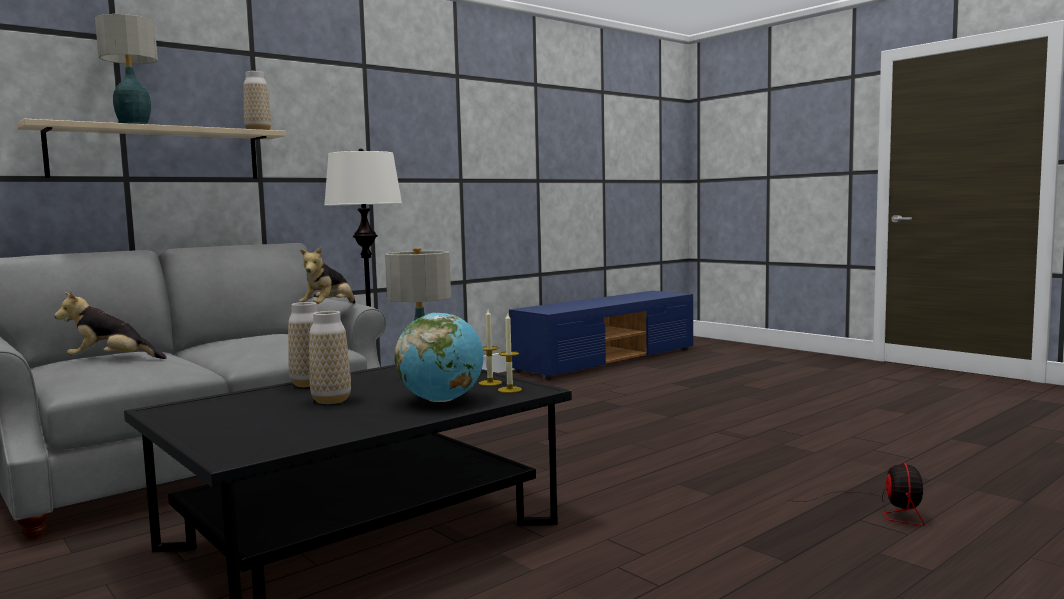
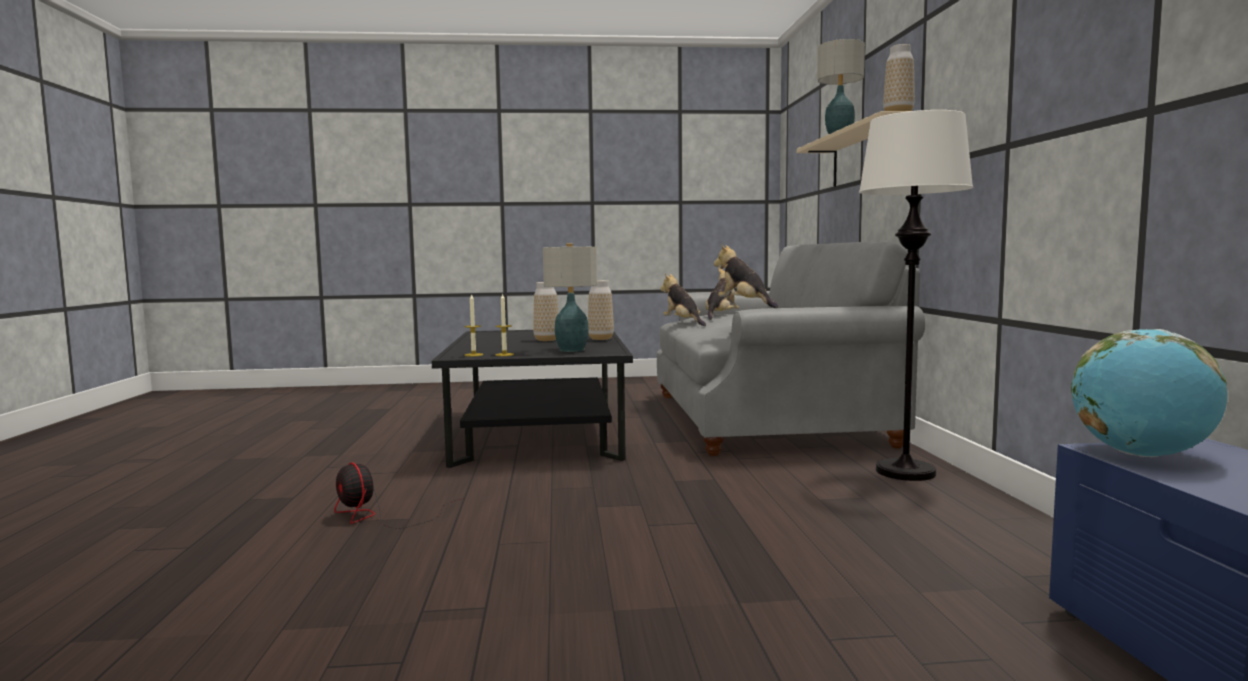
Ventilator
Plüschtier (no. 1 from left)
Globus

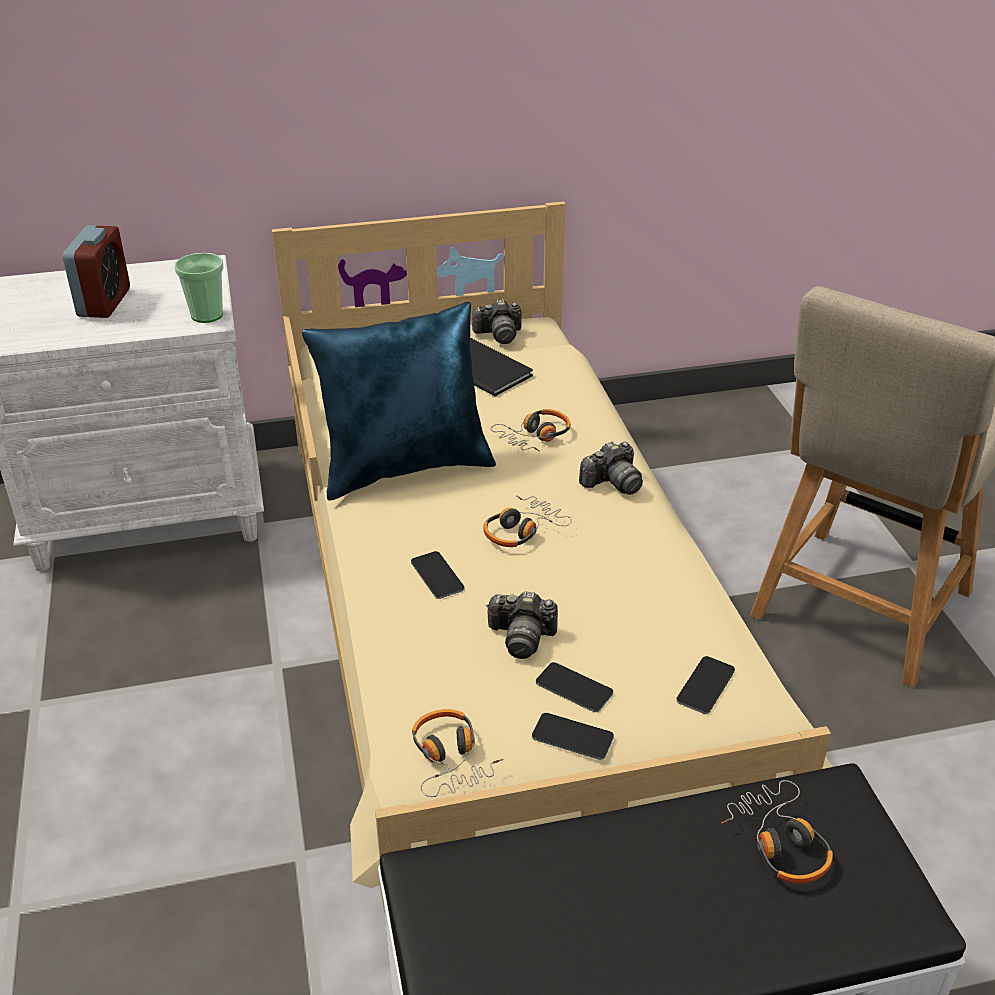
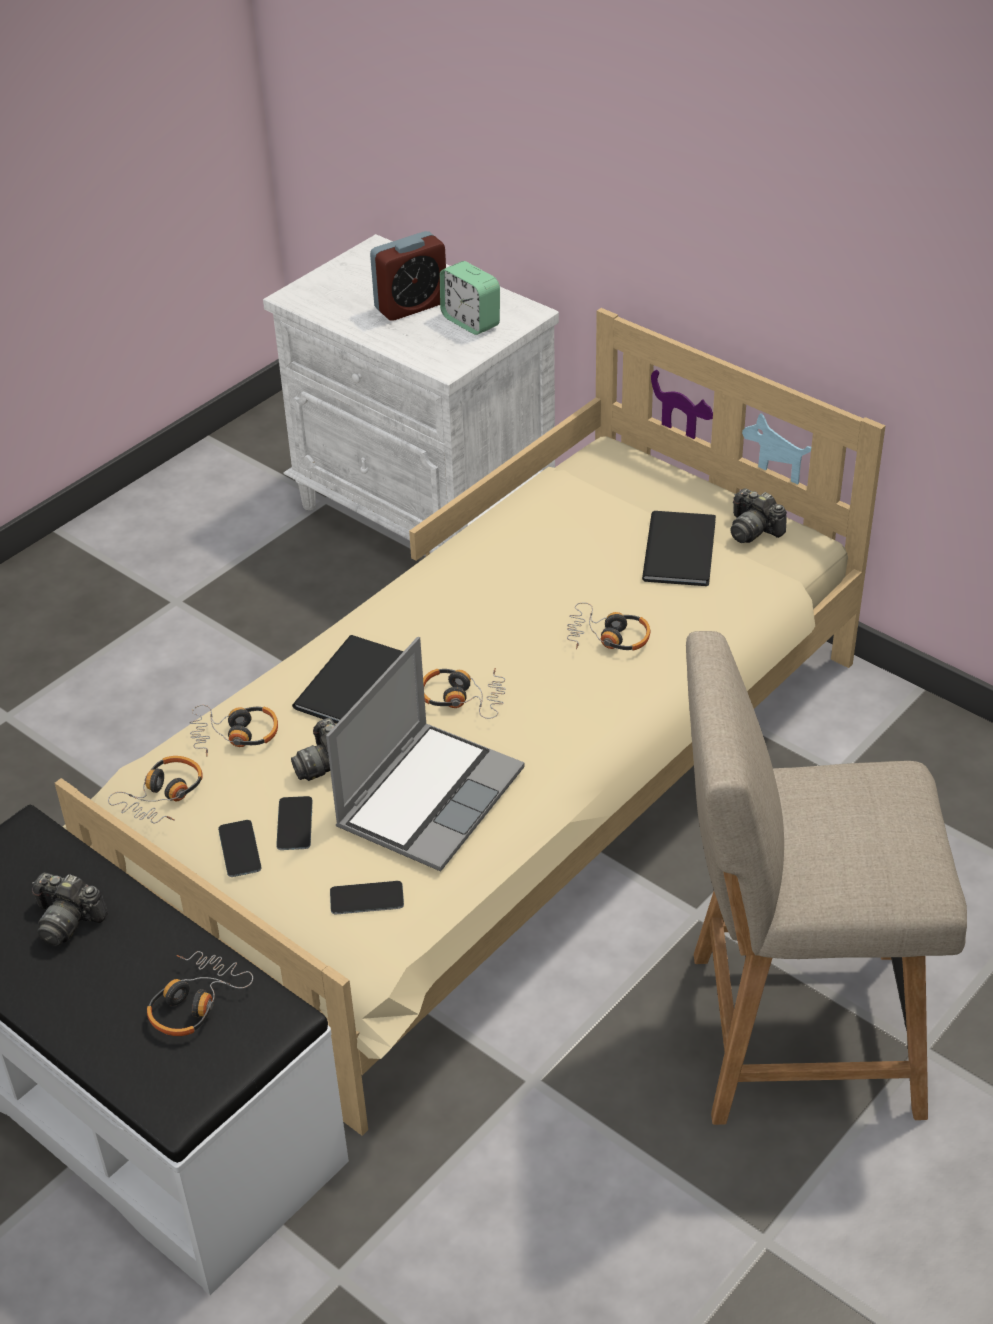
Kamera (no. 1 from left)
Kopfhörer (no. 3 from left)
Buch/schwarz (no. 1 from left)
Laptop
Wecker (no. 2 from left)
Tasse
Kissen/blau

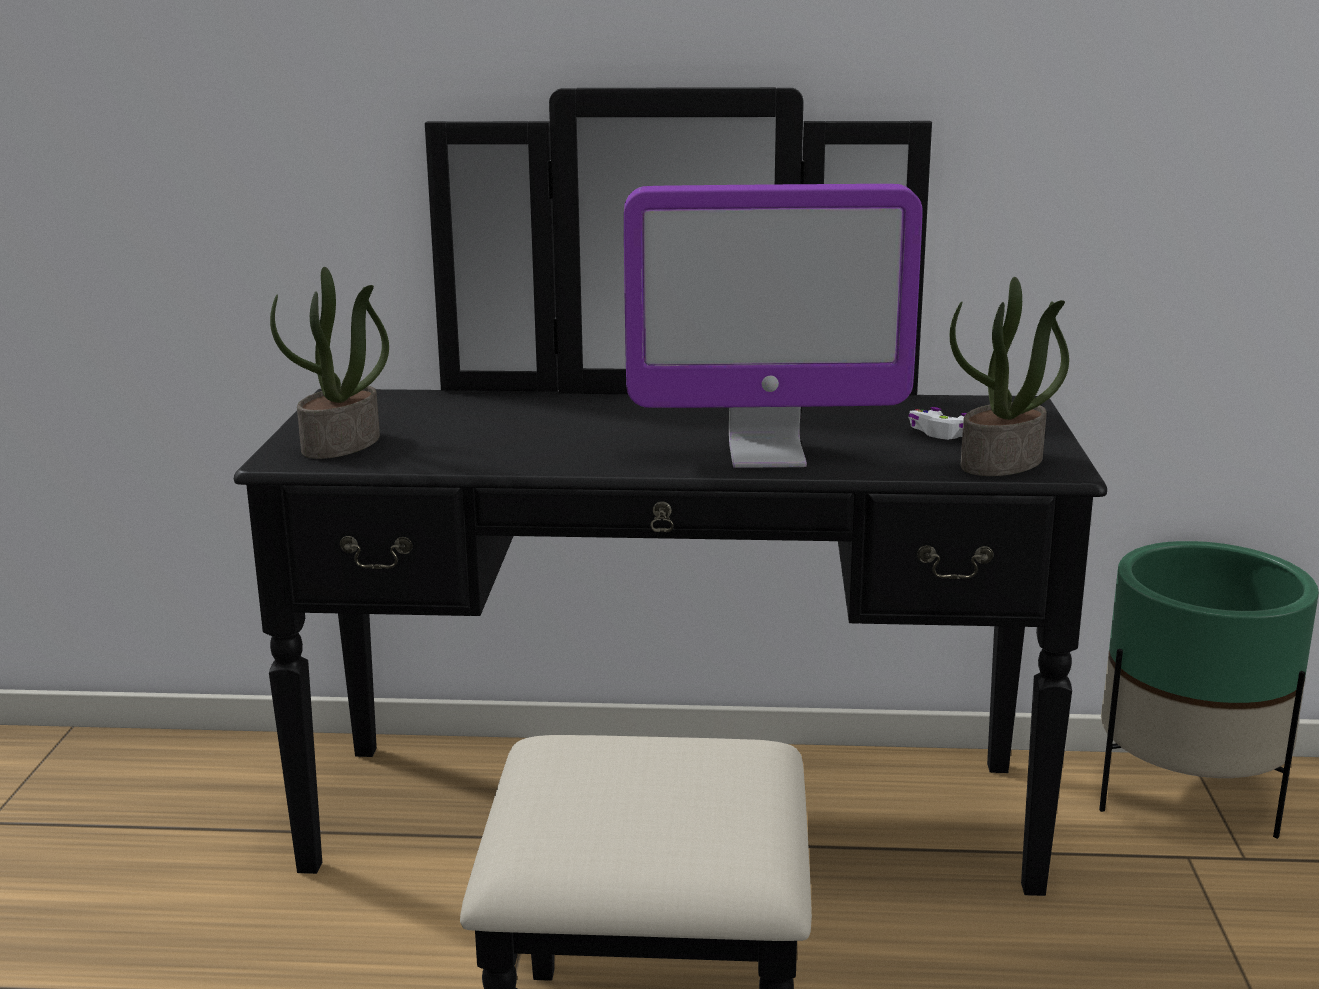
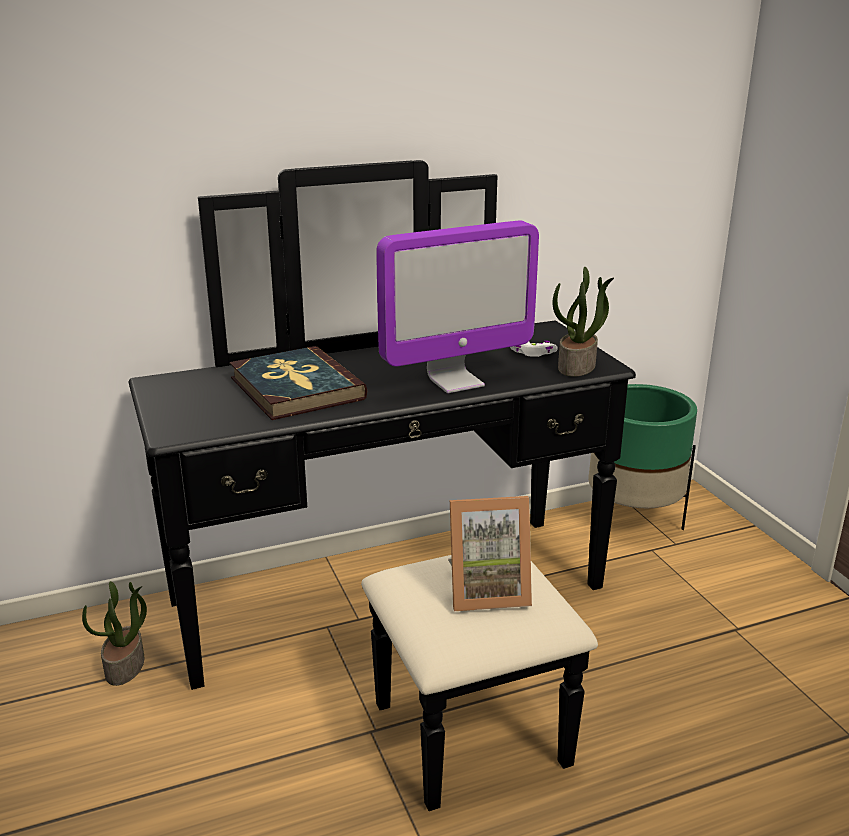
Topfpflanze (no. 1 from left)
Buch
Bilderrahmen

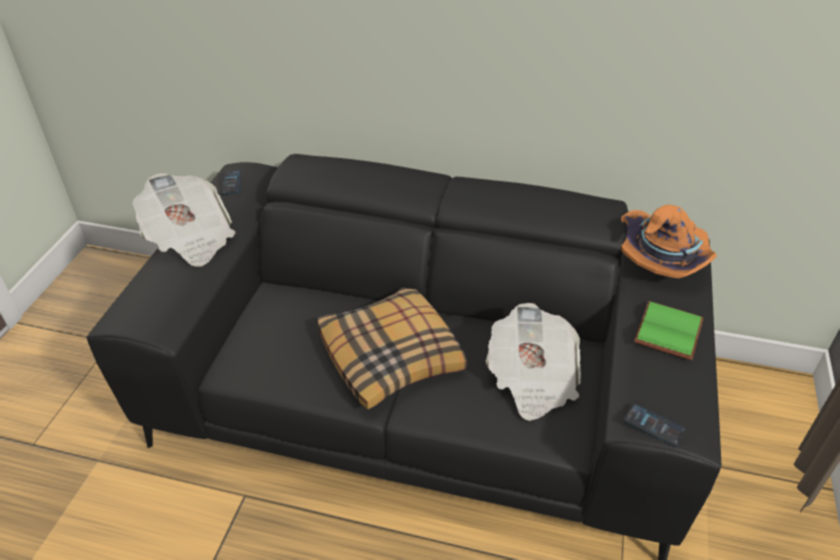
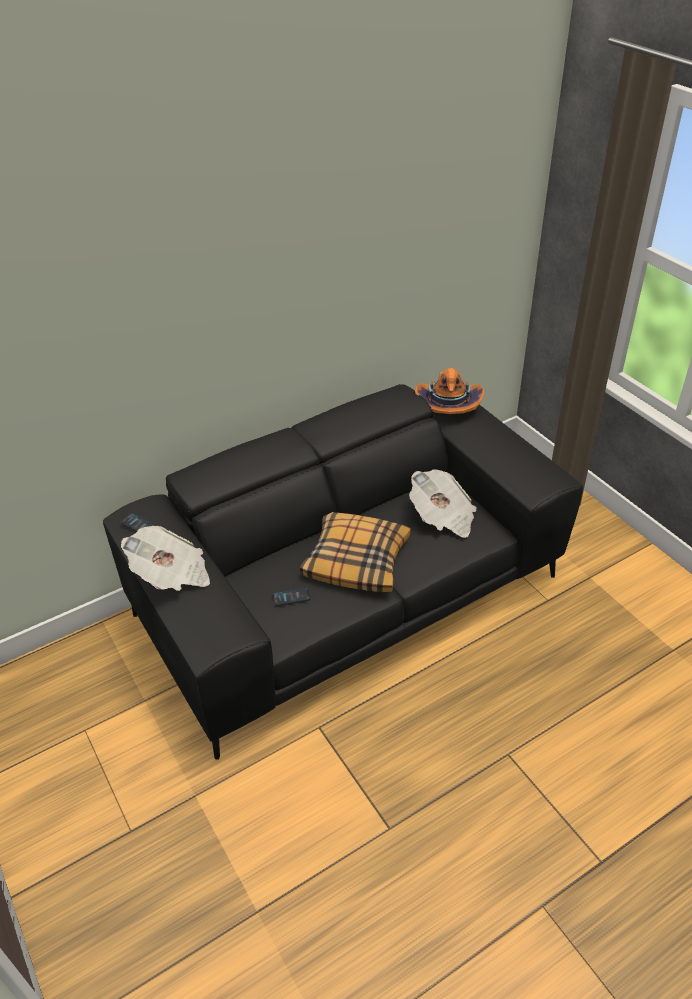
Handy (no. 2 from left)
Buch/grün

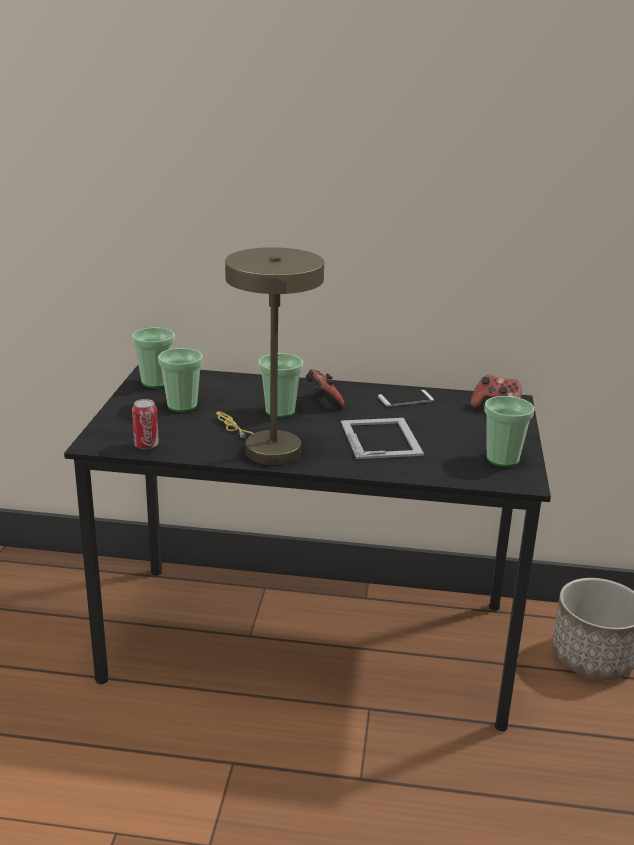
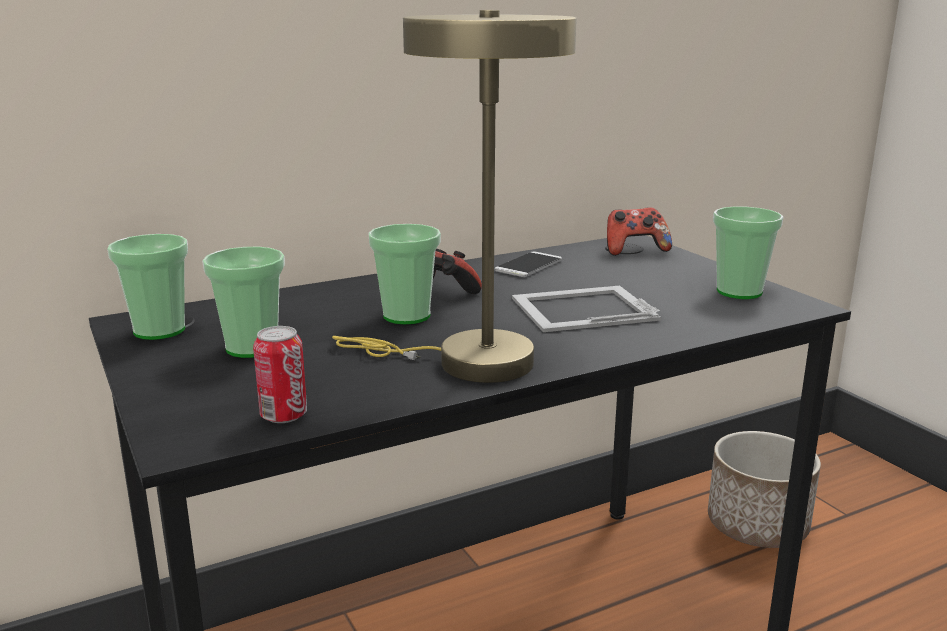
Bilderrahmen

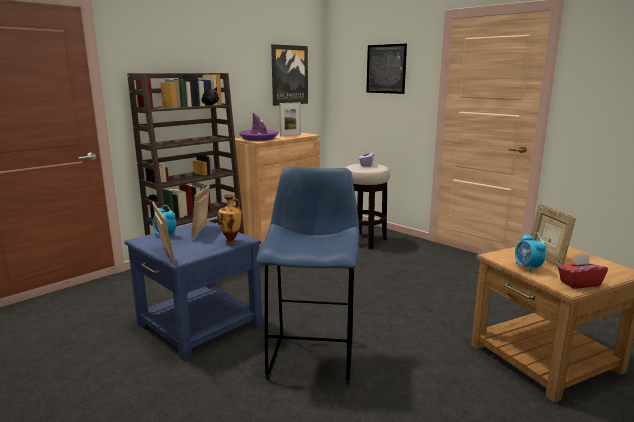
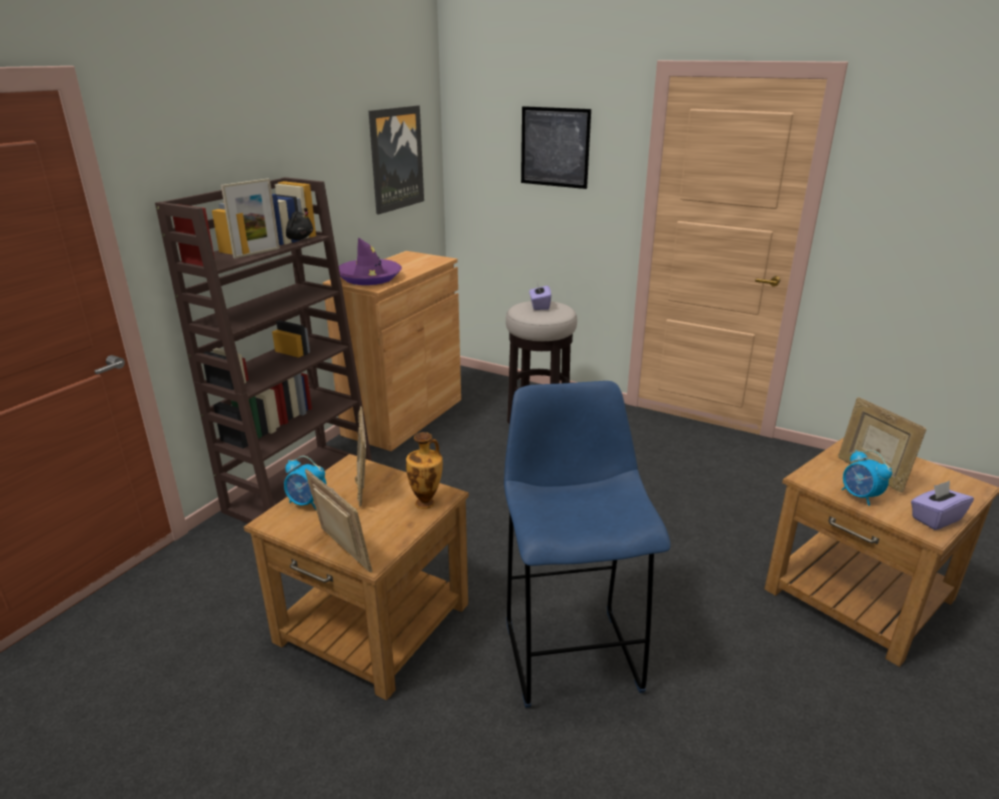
Bilderrahmen (no. 1 from left)
Beistelltisch/braun (no. 1 from left)
Taschentuchbox/lila (no. 2 from left)

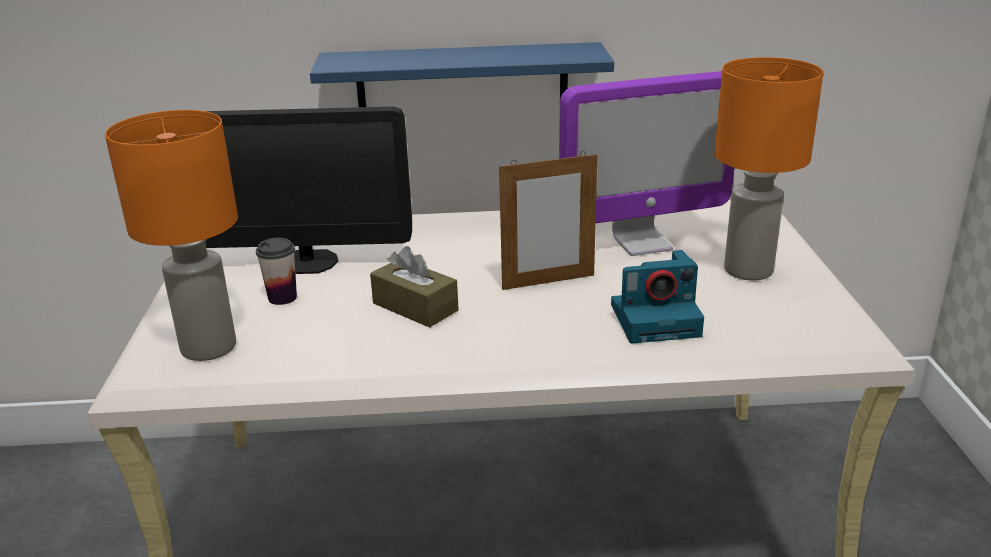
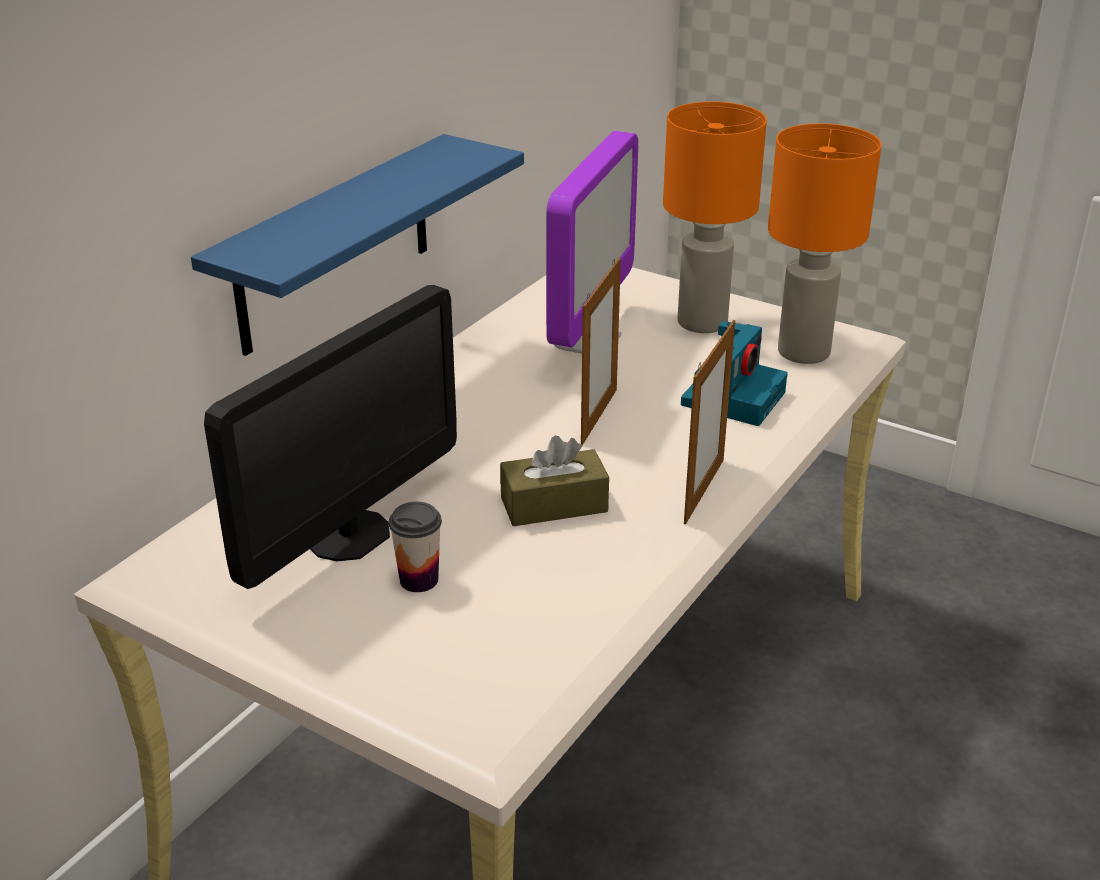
Bilderrahmen (no. 2 from left)
Tischlampe/orange (no. 2 from left)

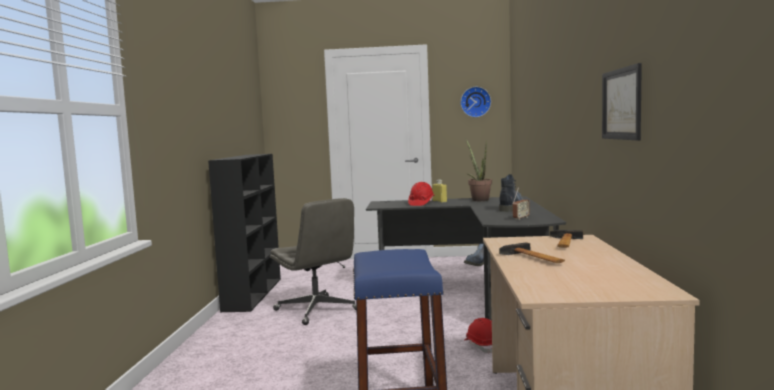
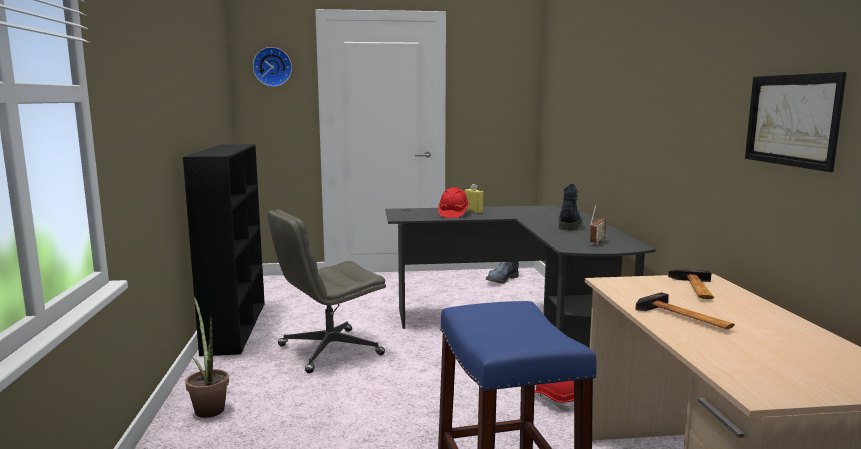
Topfpflanze
Wanduhr
Bürostuhl/grau

